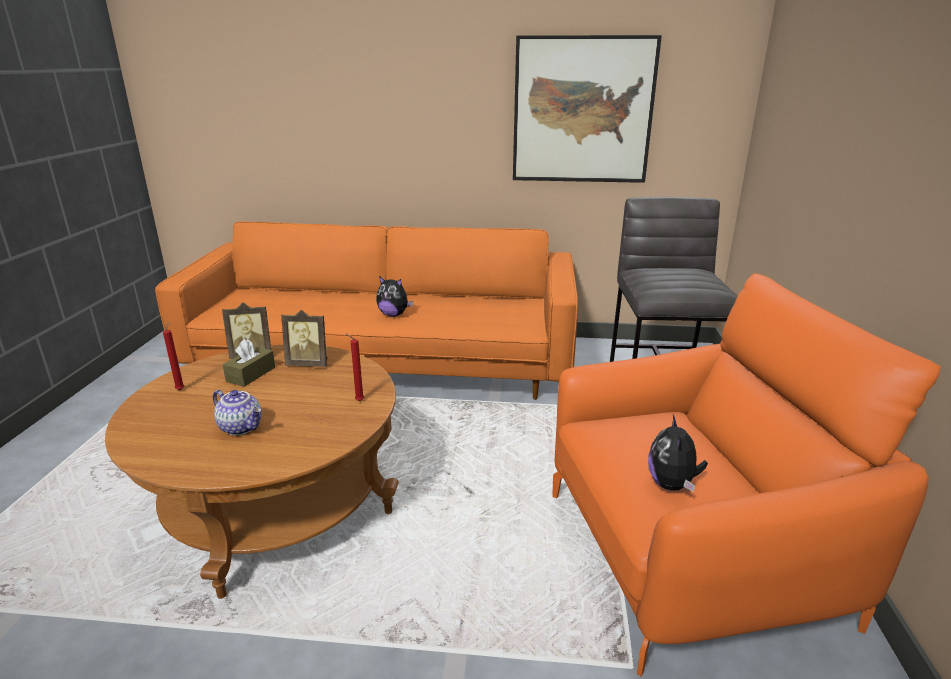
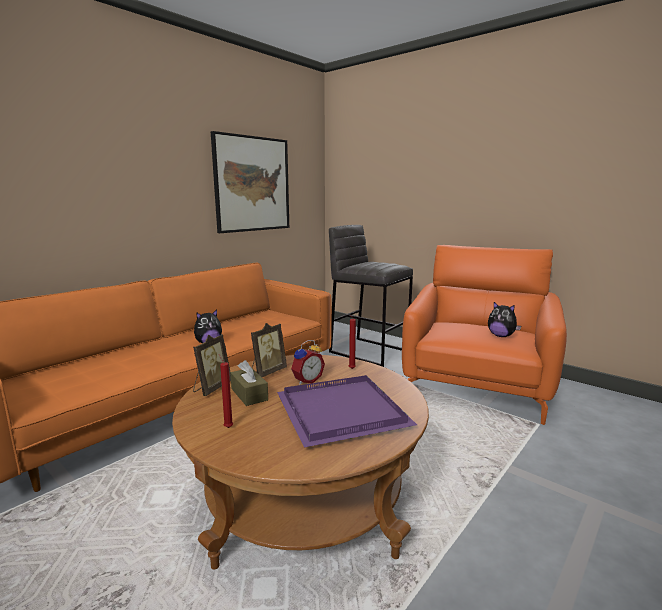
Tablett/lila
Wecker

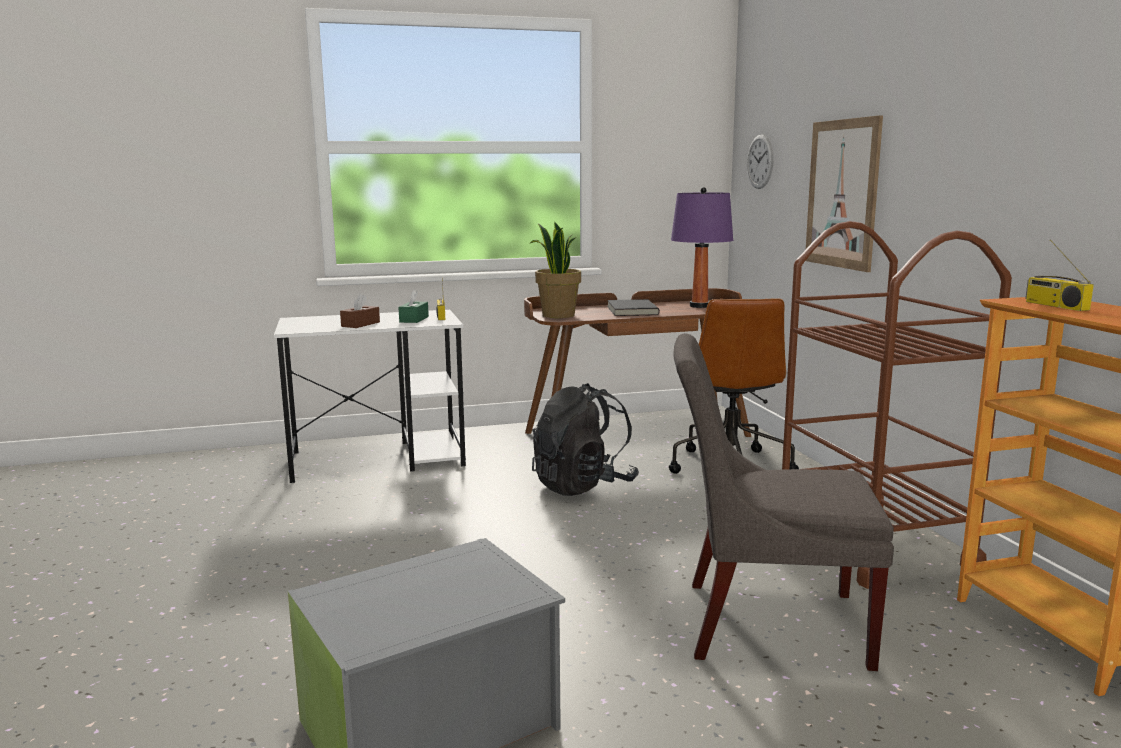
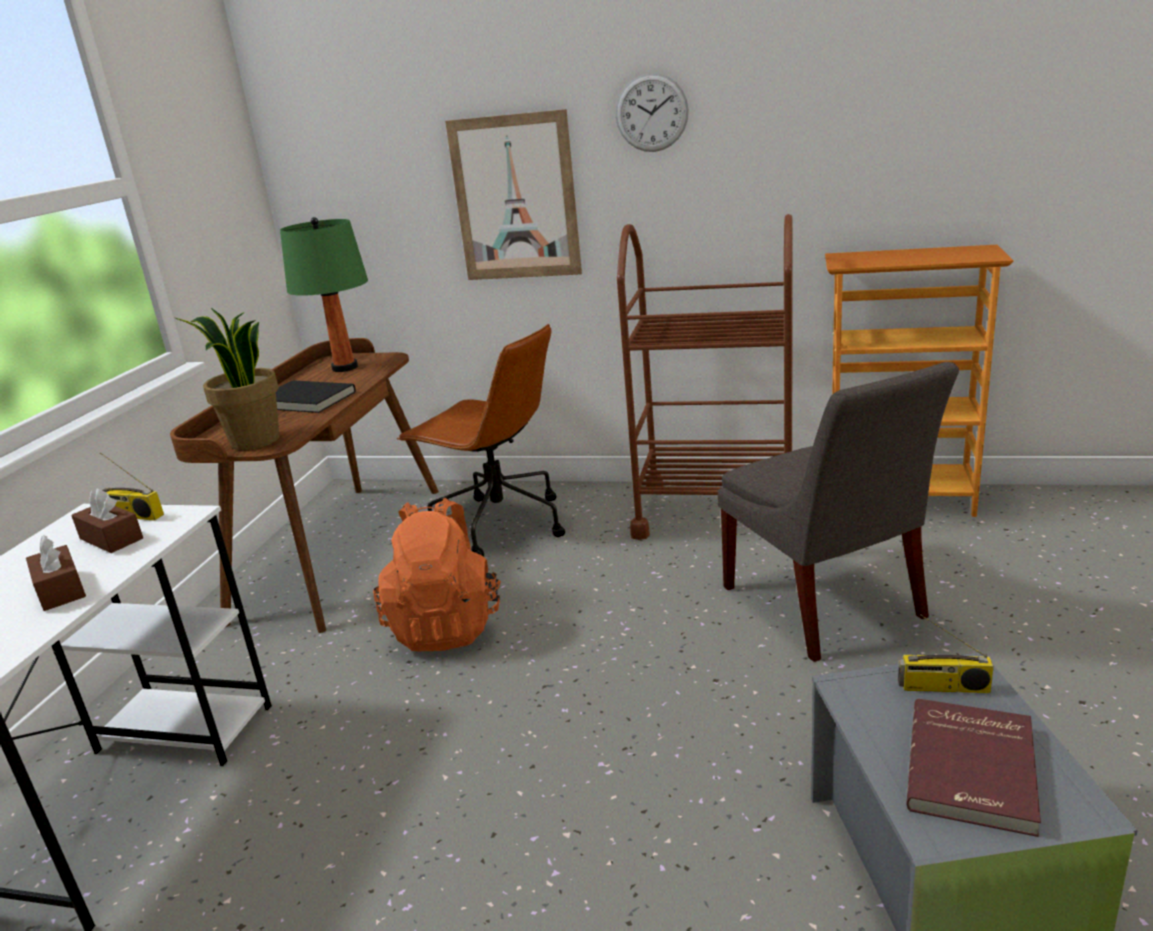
Taschentuchbox/braun (no. 2 from left)
Tischlampe/grün
Rucksack/orange
Wanduhr
Stuhl/grau
Radio (no. 2 from left)
Buch/rot

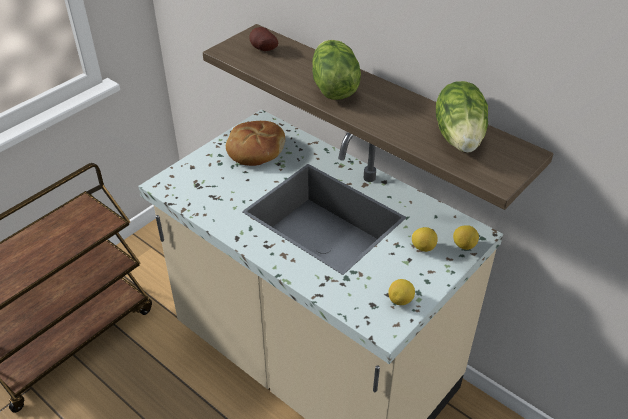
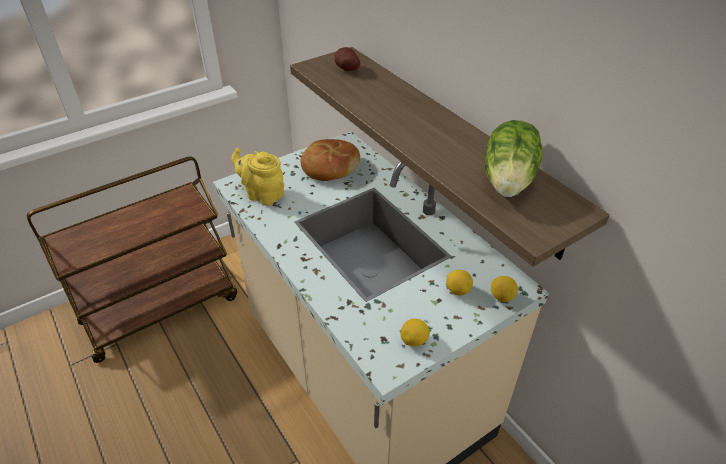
Teekanne/gelb
Salatkopf (no. 1 from left in the first image)

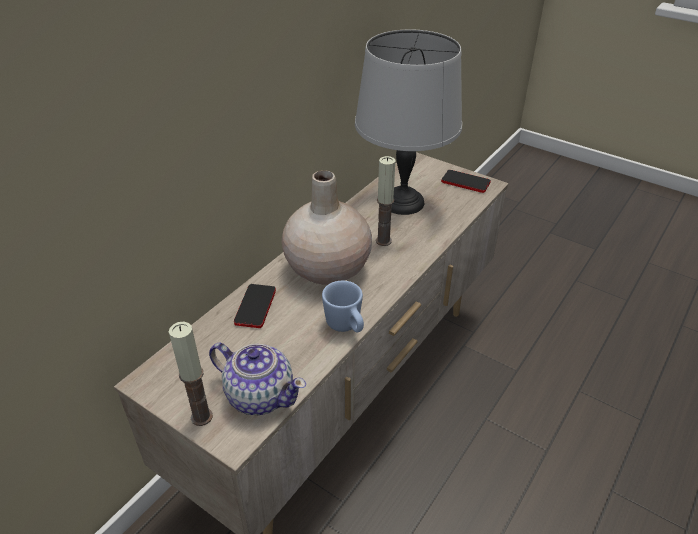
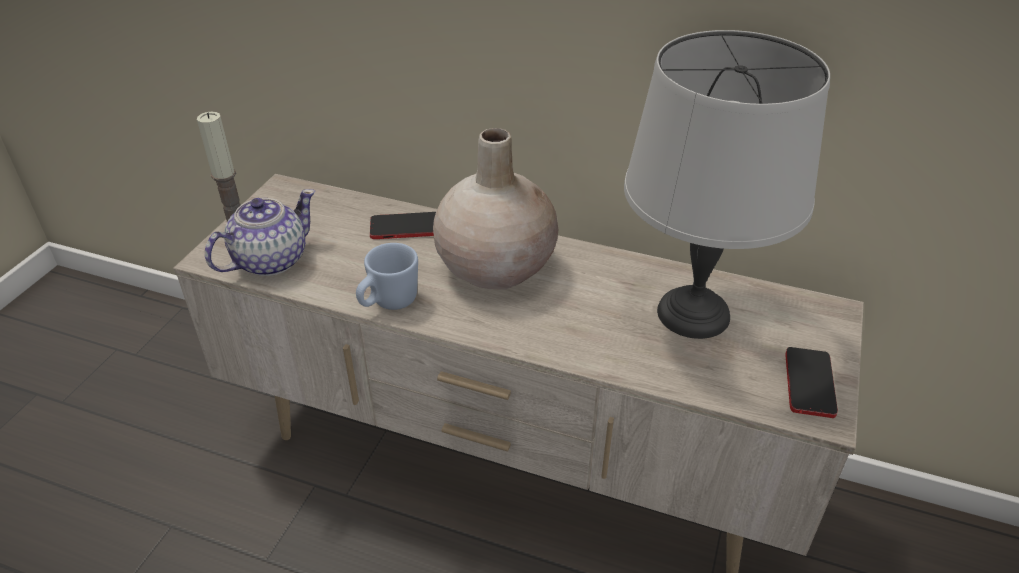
Teekanne
Kerze (no. 2 from left in the first image)

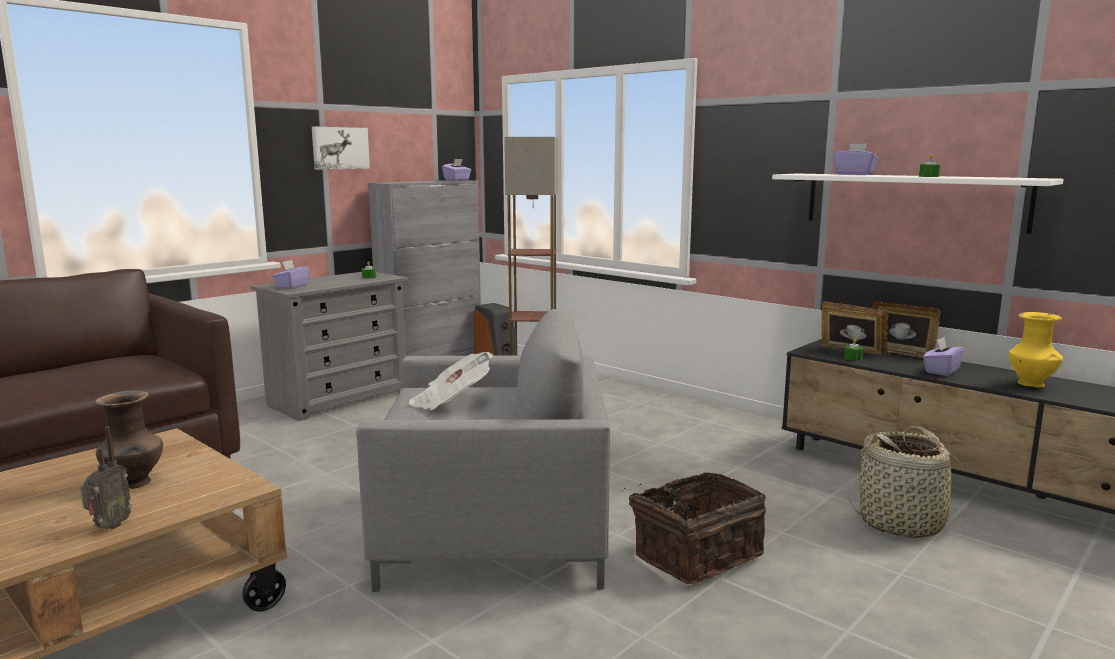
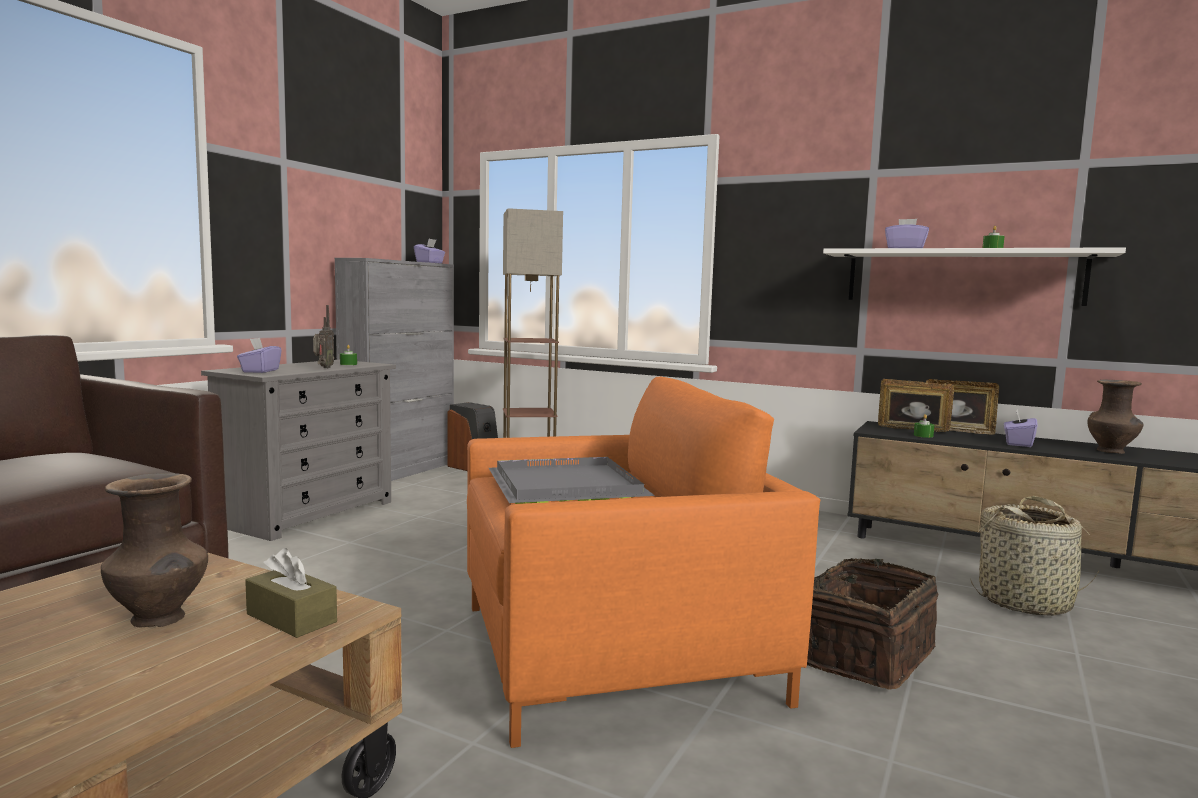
Taschentuchbox/braun
Radio
Sessel/orange
Tablett/grau
Vase/braun (no. 2 from left)
Bild

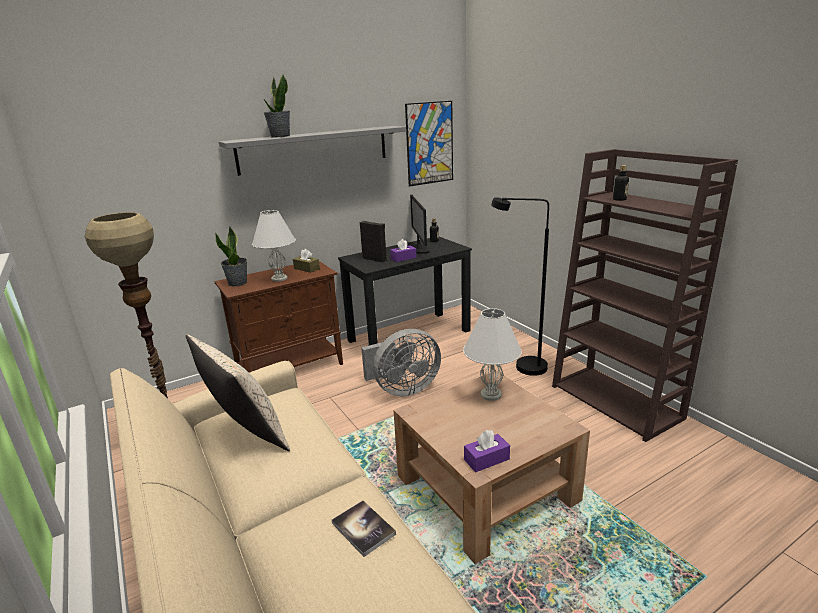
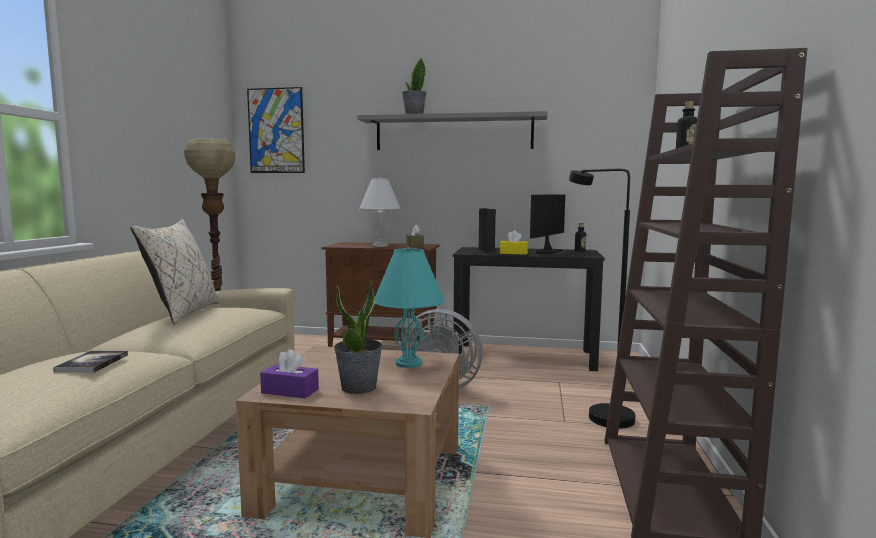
Bild
Topfpflanze (no. 1 from left)
Tischlampe/türkis
Taschentuchbox/gelb

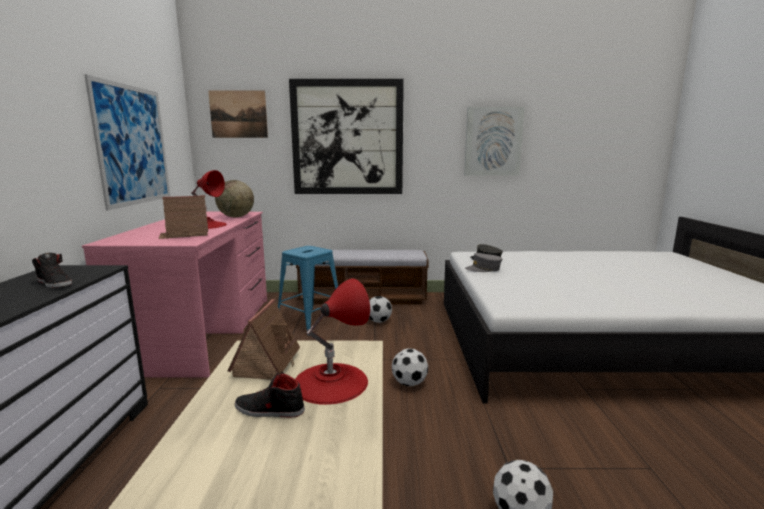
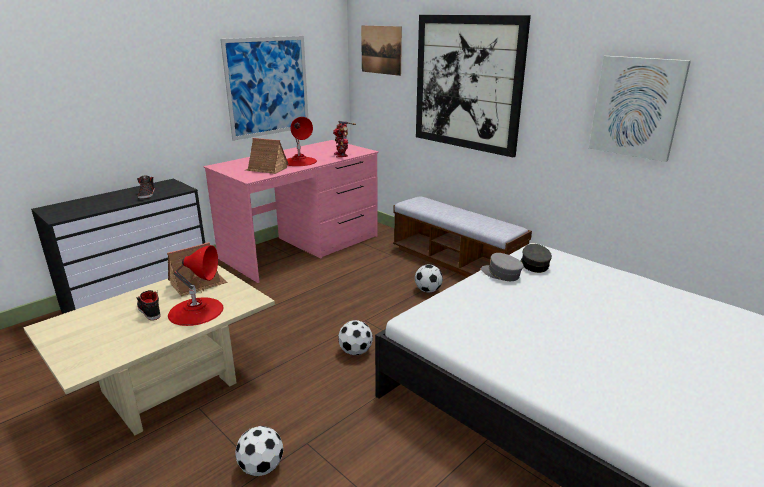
Spielzeugroboter
Hocker/blau

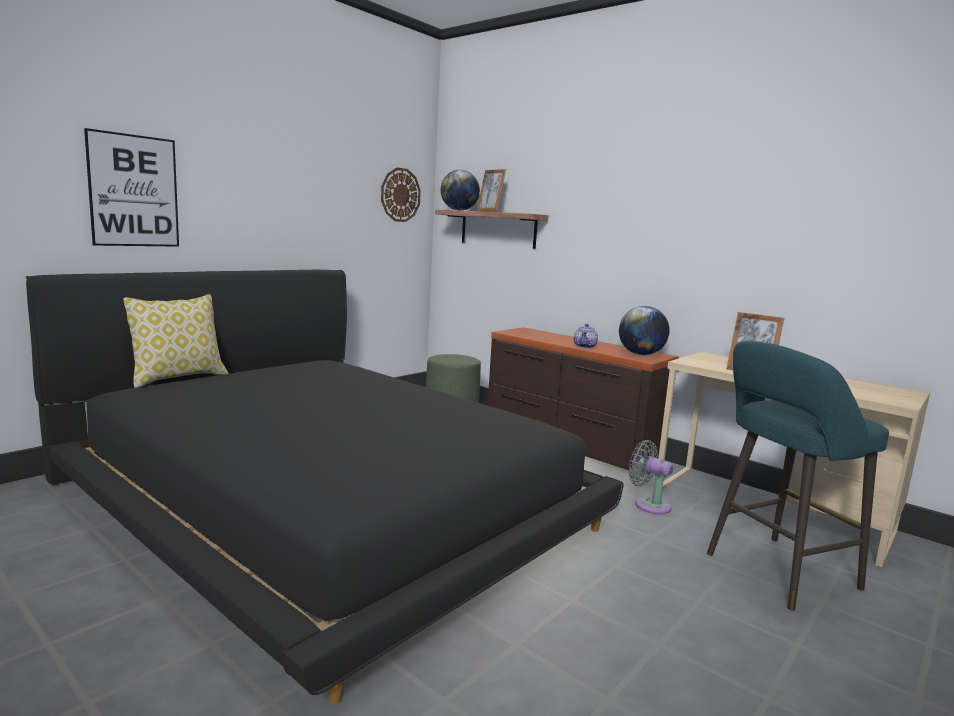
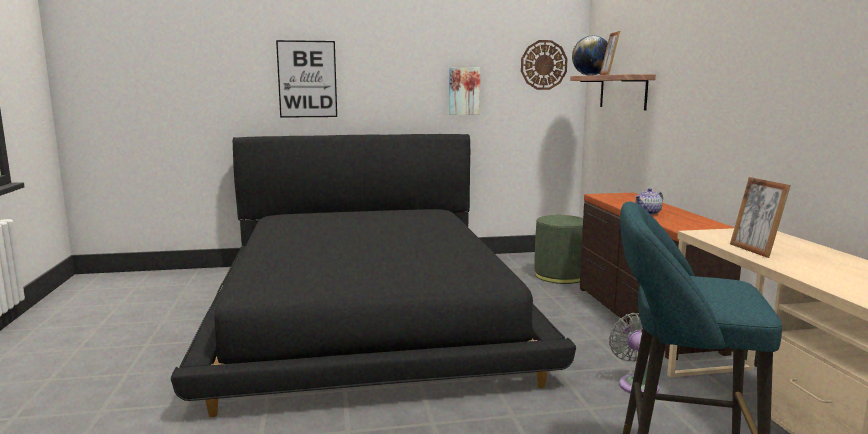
Bild (no. 2 from left)
Kissen
Globus (no. 2 from left in the first image)

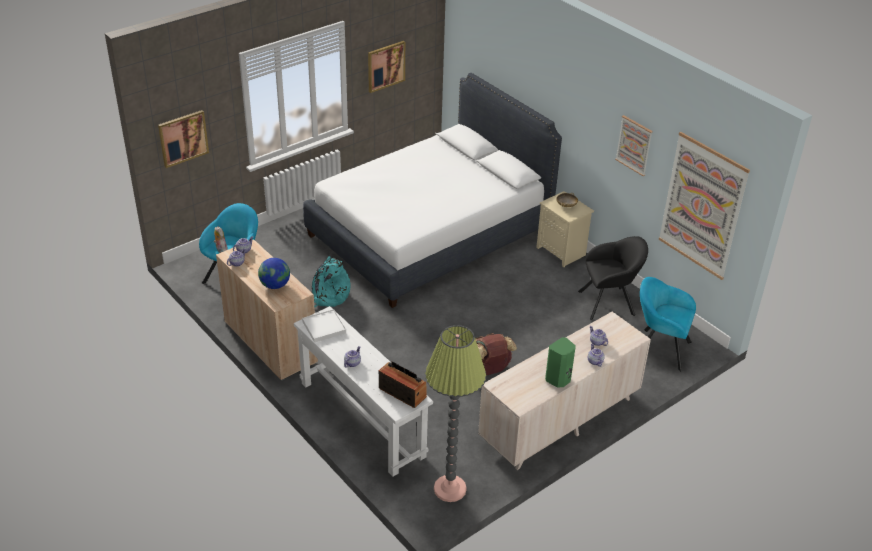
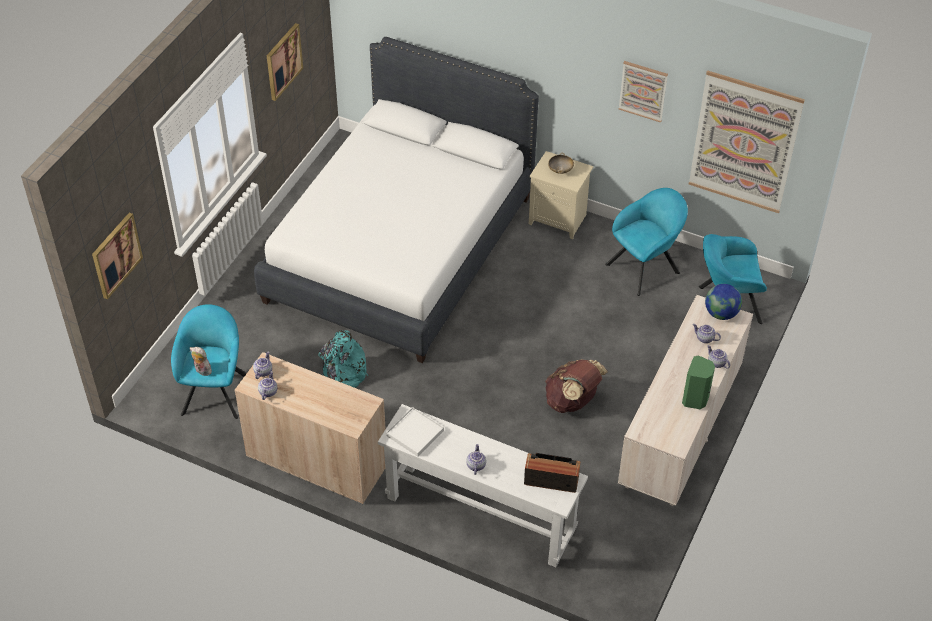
Sessel/türkis (no. 2 from left)
Globus
Stehlampe

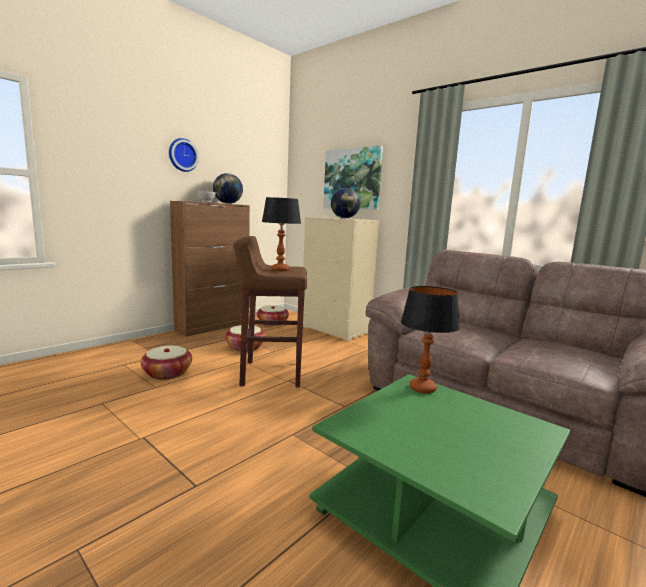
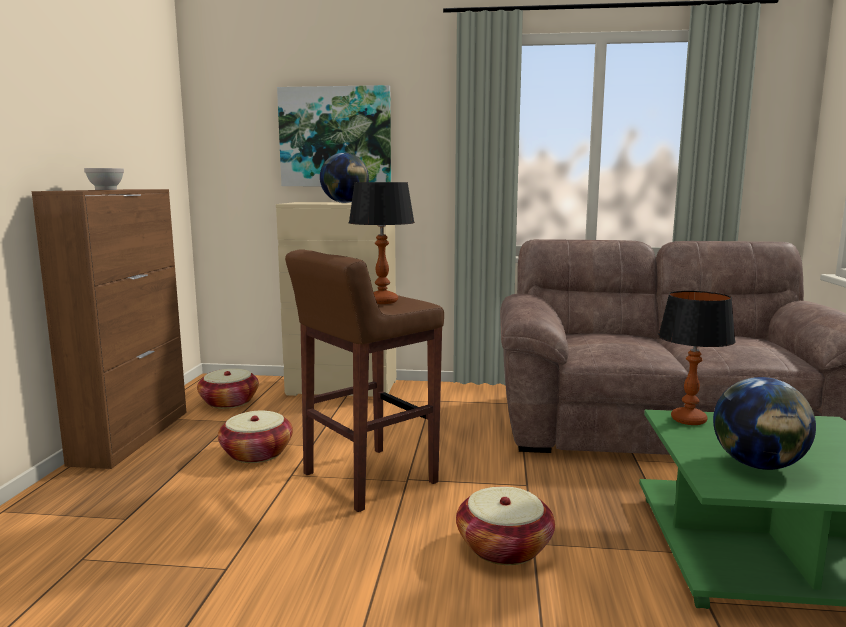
Korb (no. 3 from left)
Globus (no. 2 from left)
Wanduhr

